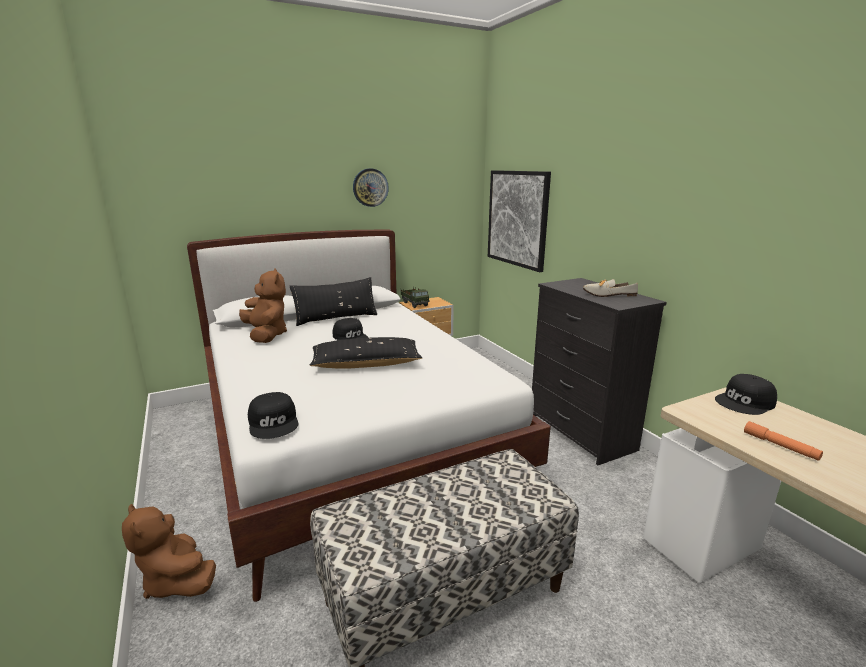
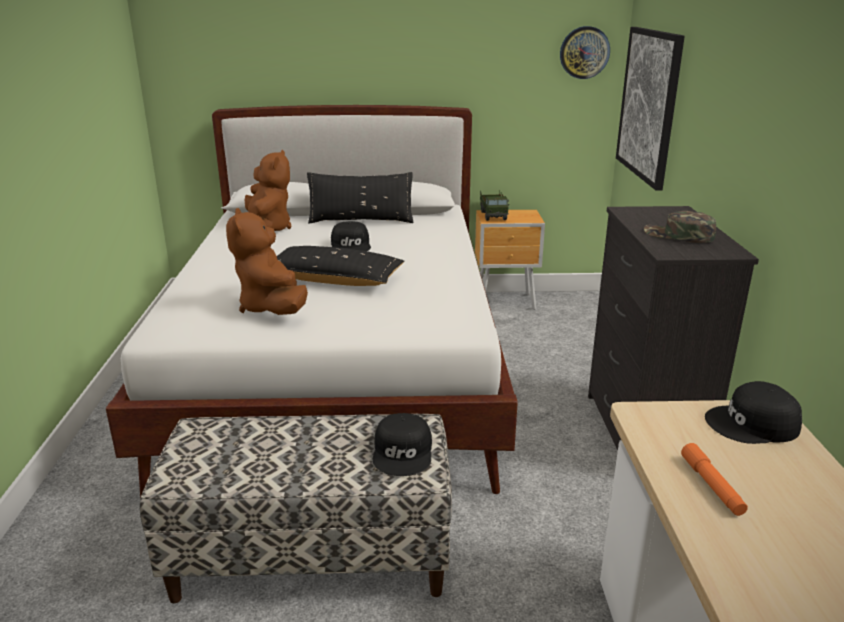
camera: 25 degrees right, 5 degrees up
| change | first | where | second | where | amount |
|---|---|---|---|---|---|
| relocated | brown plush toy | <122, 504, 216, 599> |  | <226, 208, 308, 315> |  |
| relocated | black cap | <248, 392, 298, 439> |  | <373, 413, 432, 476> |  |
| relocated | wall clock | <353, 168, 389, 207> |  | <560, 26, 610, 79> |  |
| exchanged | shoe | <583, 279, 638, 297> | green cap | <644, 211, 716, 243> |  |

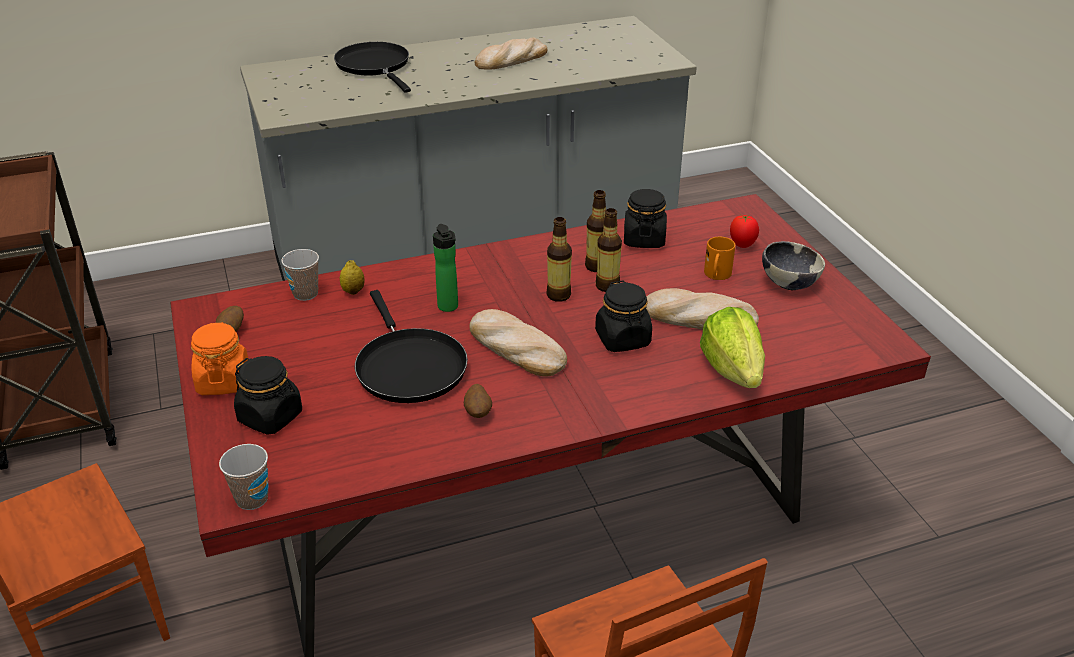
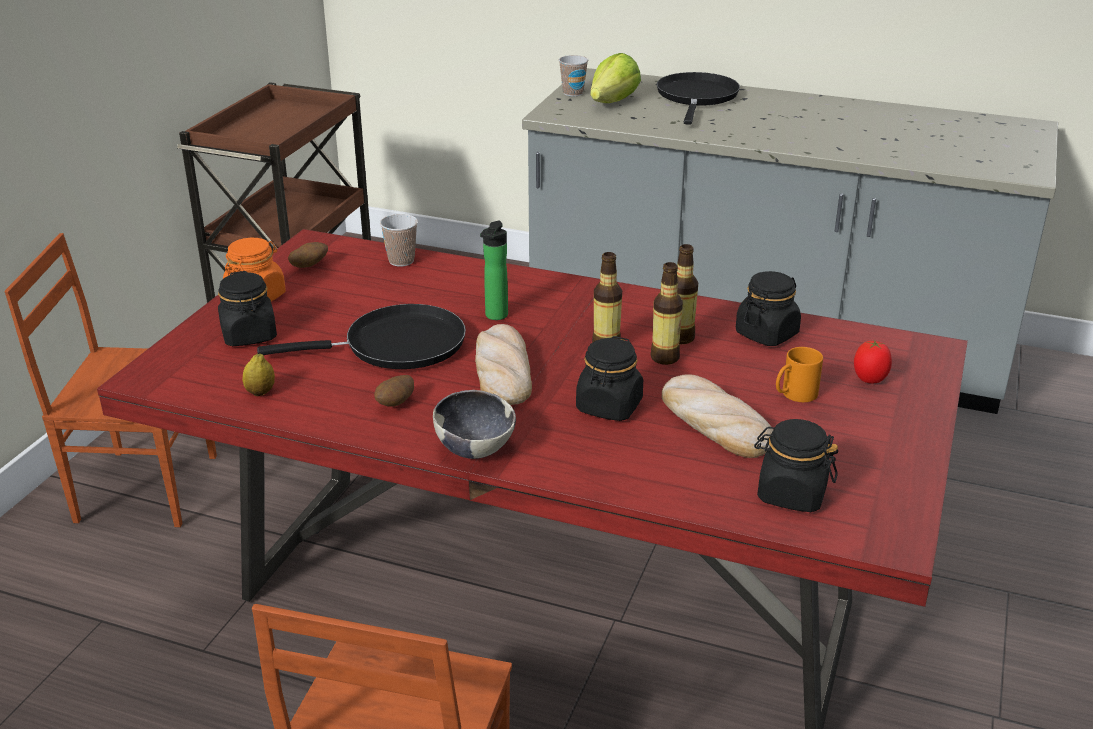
camera: 40 degrees right, 5 degrees down
| change | first | where | second | where | amount |
|---|---|---|---|---|---|
| relocated | lemon | <340, 260, 365, 295> |  | <243, 354, 275, 396> |  |
| spun | black frying pan | <355, 290, 468, 403> |  | <257, 304, 466, 369> | 120 degrees counterclockwise |
| relocated | bowl | <762, 241, 825, 290> |  | <433, 390, 516, 459> |  |
| relocated | cup | <219, 444, 268, 510> |  | <559, 55, 588, 96> |  |
| relocated | lettuce | <700, 307, 765, 388> |  | <590, 53, 641, 103> |  |
| appeared |  |  | black jar | <754, 419, 838, 512> |  |
| missing | bread | <475, 37, 548, 70> |  |  |  |

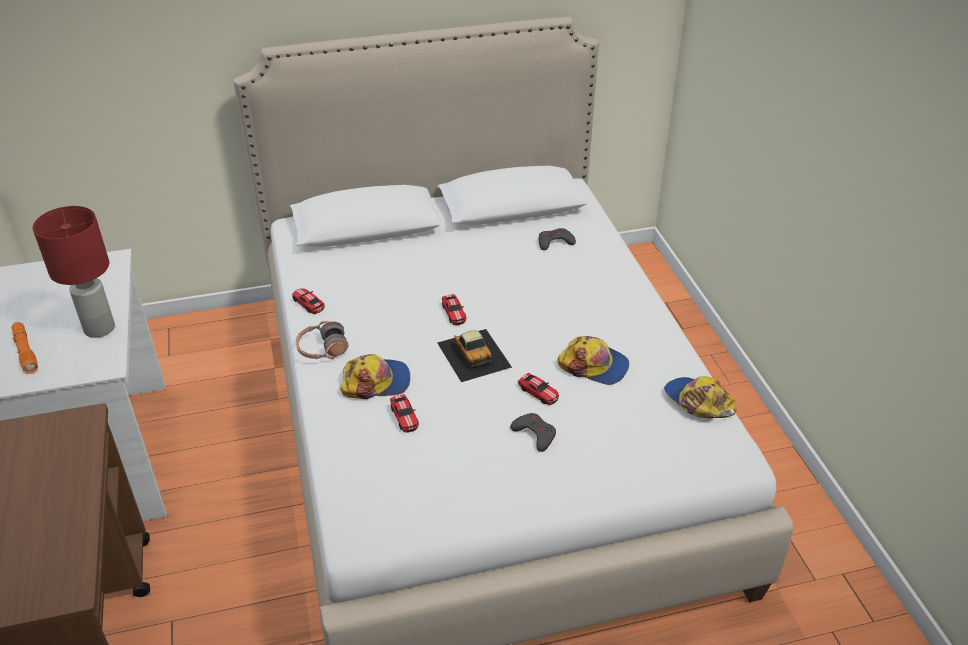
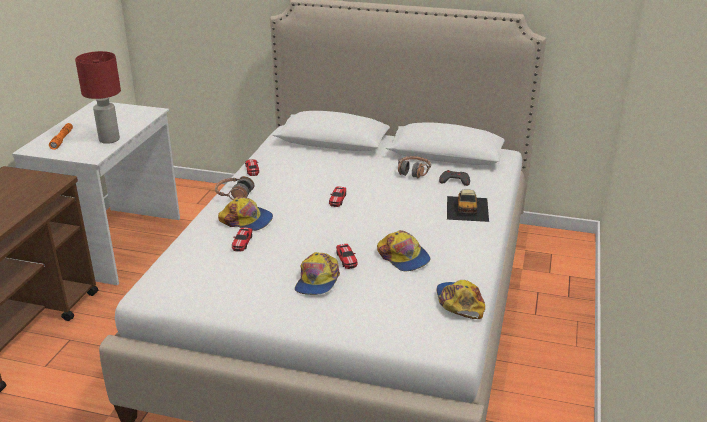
camera: 30 degrees right, 10 degrees down
| change | first | where | second | where | amount |
|---|---|---|---|---|---|
| exchanged | grey game controller | <510, 413, 556, 452> | cap | <295, 252, 340, 295> |  |
| appeared |  |  | headphones | <398, 156, 431, 178> |  |
| relocated | toy car | <437, 329, 512, 382> |  | <447, 189, 489, 222> |  |

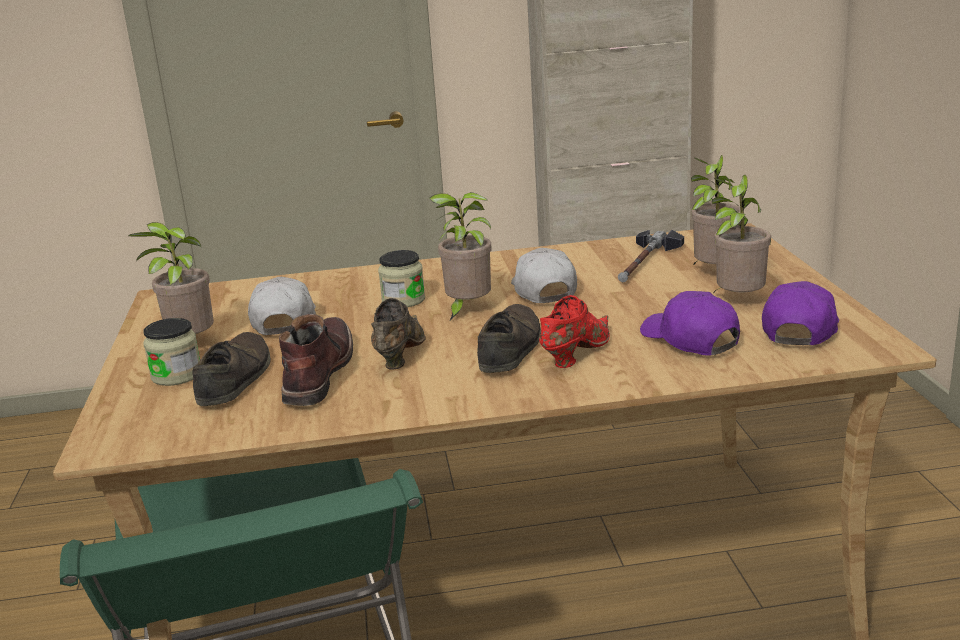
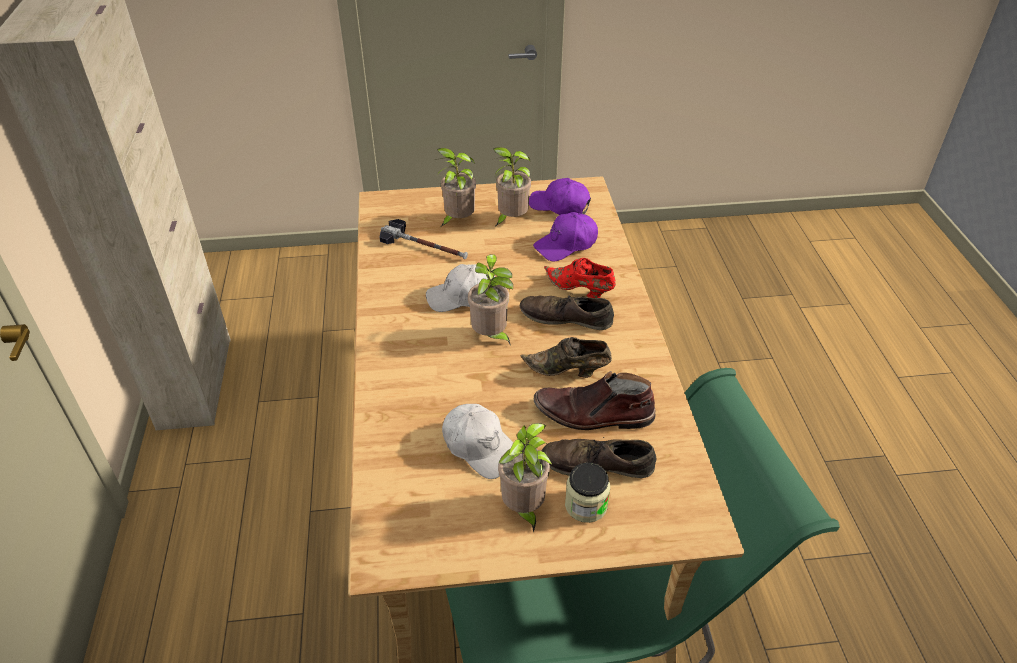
camera: 90 degrees left, 20 degrees up
| change | first | where | second | where | amount |
|---|---|---|---|---|---|
| spun | white cap | <248, 277, 316, 335> |  | <442, 404, 513, 479> | 135 degrees counterclockwise |
| missing | jar | <378, 250, 425, 307> |  |  |  |

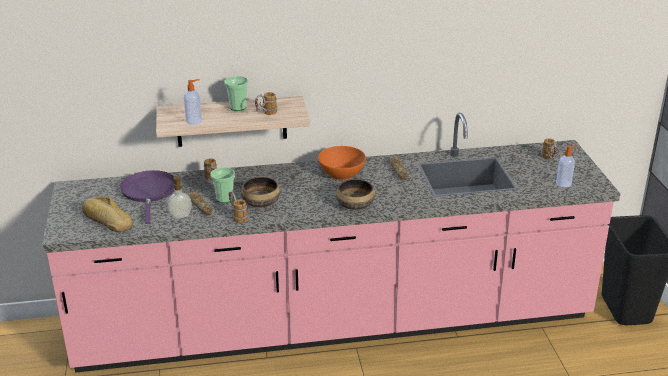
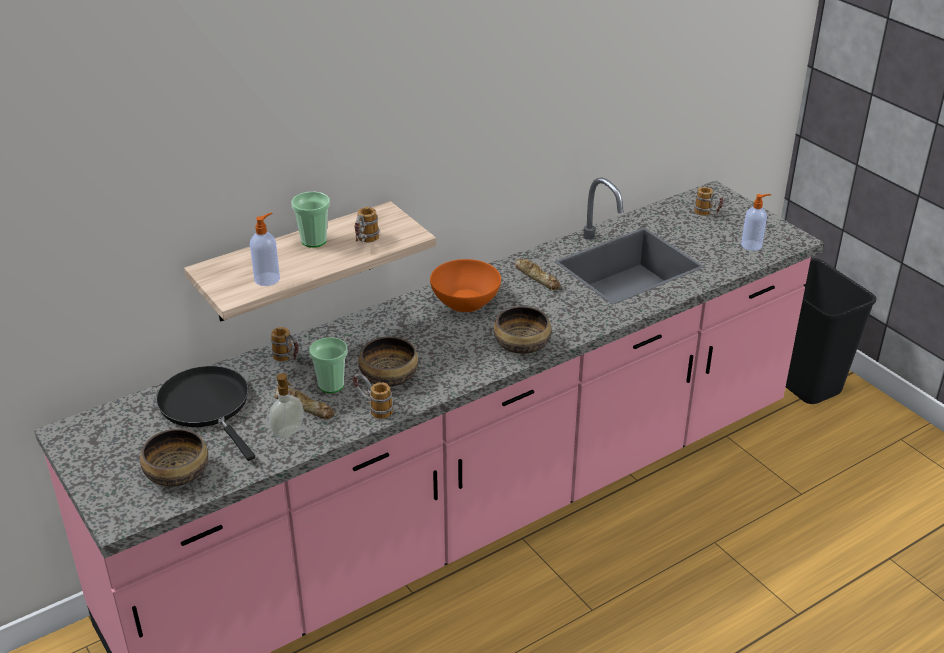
camera: 25 degrees left, 5 degrees up
| change | first | where | second | where | amount |
|---|---|---|---|---|---|
| exchanged | bread | <82, 196, 133, 232> | bowl | <140, 429, 208, 487> |  |
| colour | purple frying pan | <120, 170, 175, 224> | black frying pan | <156, 366, 255, 461> |  |

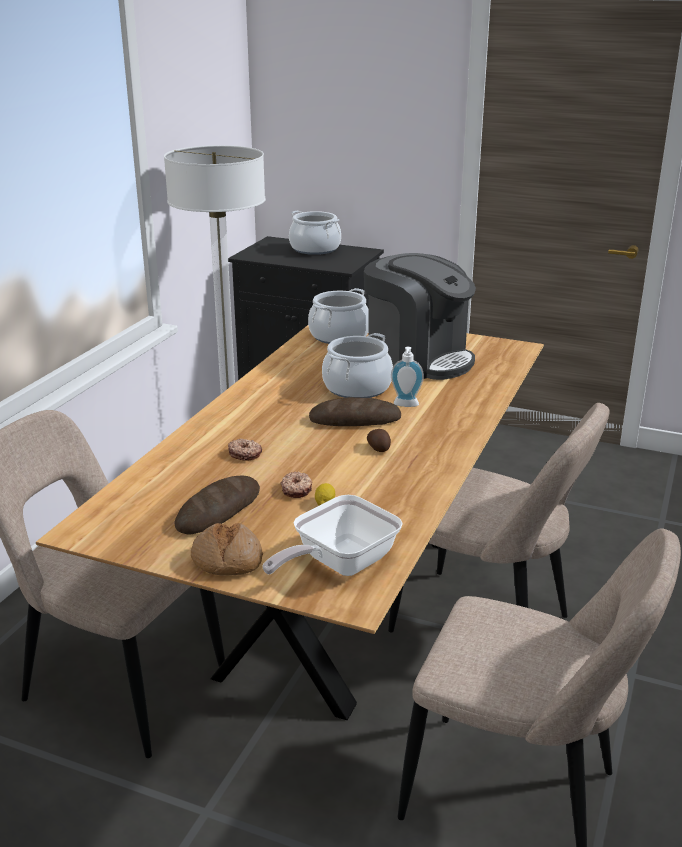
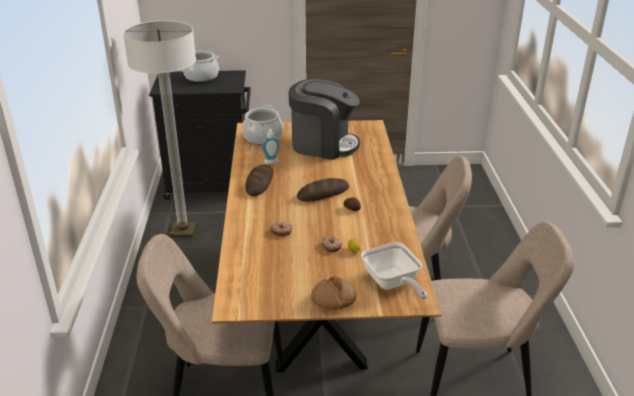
camera: 25 degrees left, 5 degrees up
| change | first | where | second | where | amount |
|---|---|---|---|---|---|
| relocated | bread | <174, 476, 260, 534> |  | <245, 164, 274, 196> |  |
| relocated | soap dispenser | <391, 347, 424, 407> |  | <261, 129, 280, 164> |  |
| spun | frying pan | <263, 495, 403, 576> |  | <361, 242, 427, 300> | 45 degrees counterclockwise |
| missing | cooking pot | <322, 333, 393, 398> |  |  |  |

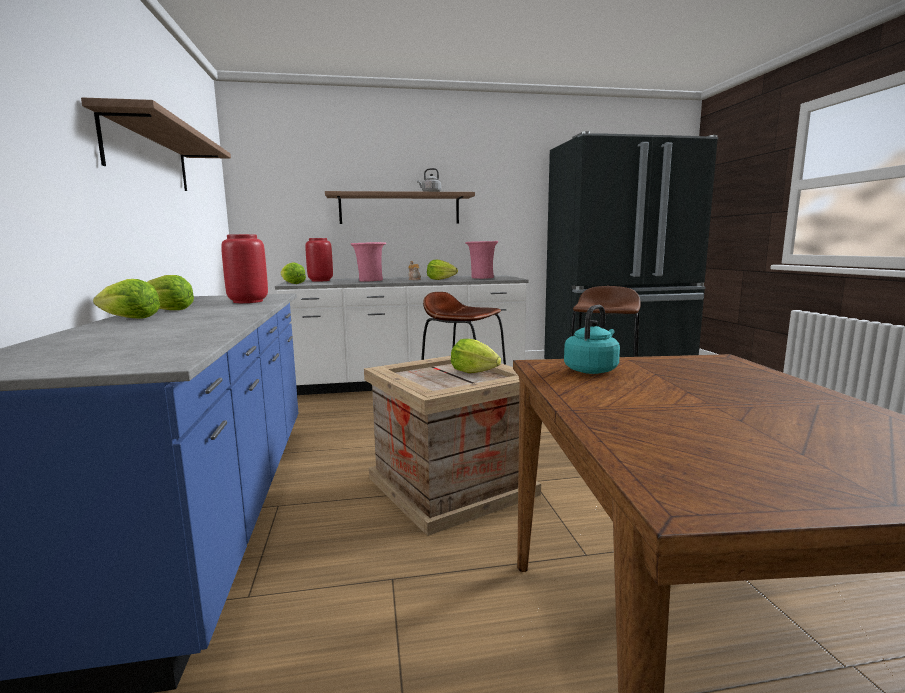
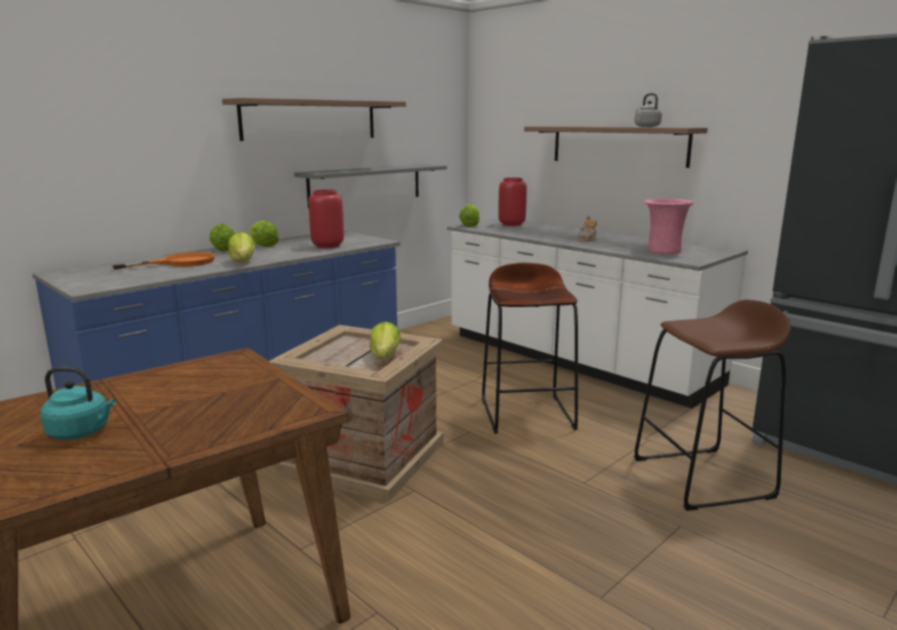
camera: 55 degrees right, 5 degrees up
| change | first | where | second | where | amount |
|---|---|---|---|---|---|
| relocated | turquoise kettle | <564, 305, 620, 374> |  | <40, 367, 115, 440> |  |
| appeared |  |  | orange frying pan | <112, 252, 215, 270> |  |
| relocated | lettuce | <427, 260, 458, 280> |  | <228, 232, 256, 262> |  |
| appeared |  |  | grey shelf | <294, 164, 447, 209> |  |
| missing | pink vase | <351, 242, 386, 282> |  |  |  |

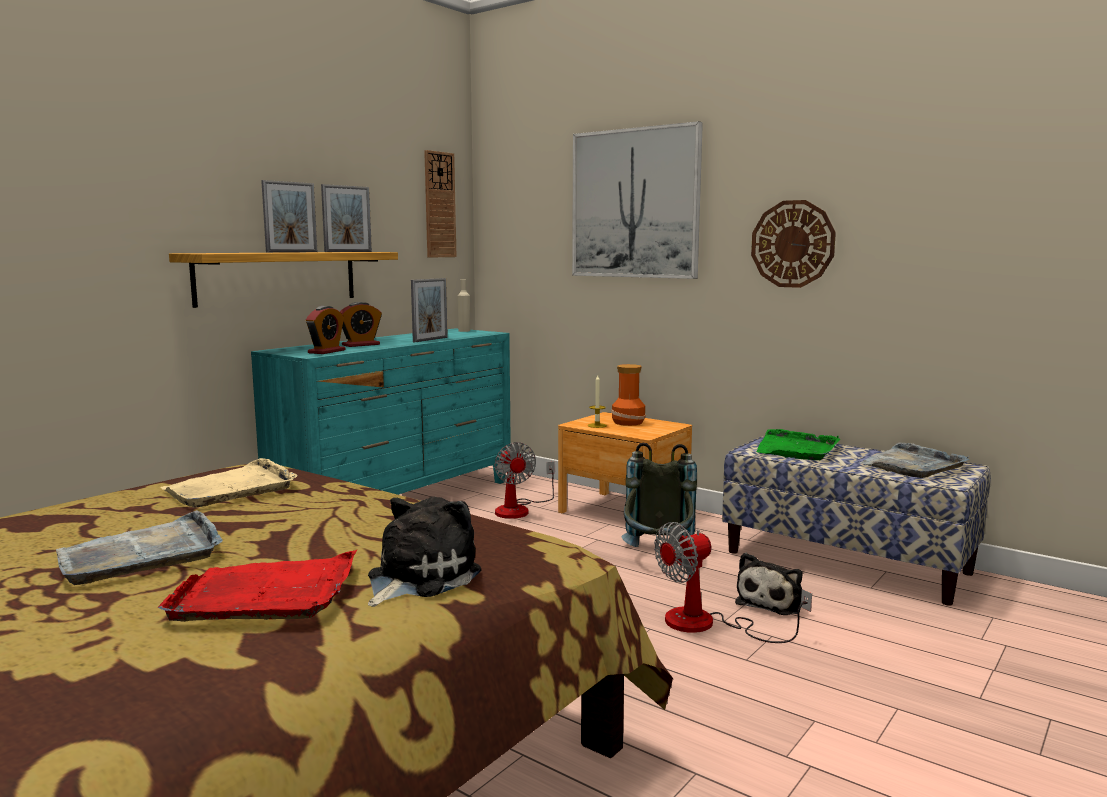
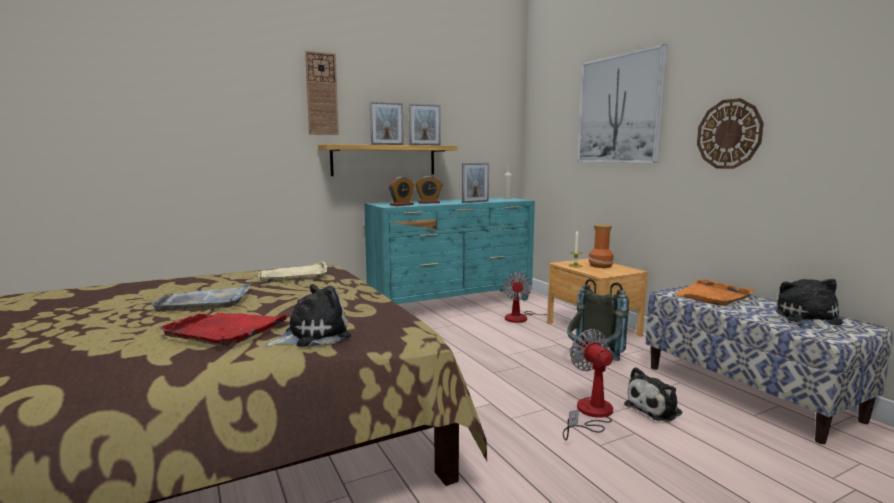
camera: 25 degrees right, 0 degrees up
| change | first | where | second | where | amount |
|---|---|---|---|---|---|
| relocated | wall clock | <424, 150, 457, 258> |  | <305, 51, 339, 135> |  |
| spun | fan | <654, 522, 812, 643> |  | <563, 329, 613, 441> | 75 degrees clockwise |
| colour | green tray | <756, 429, 840, 460> | orange tray | <675, 279, 755, 306> |  |
| exchanged | grey tray | <859, 443, 970, 478> | plush toy | <776, 279, 843, 331> |  |

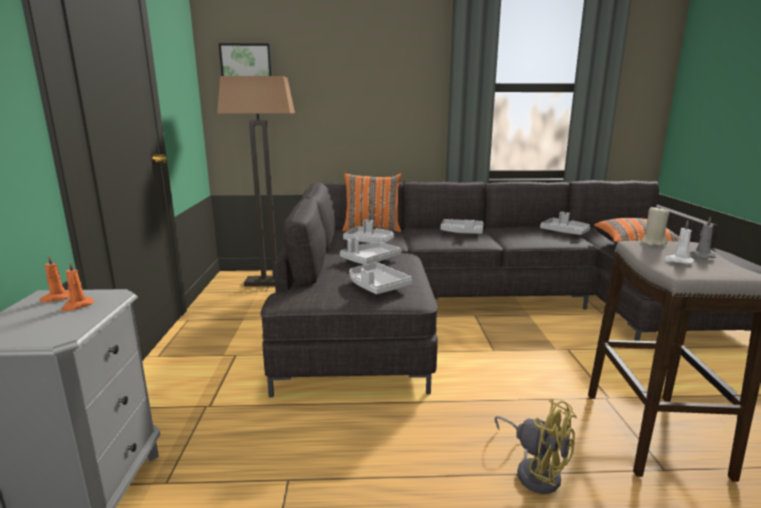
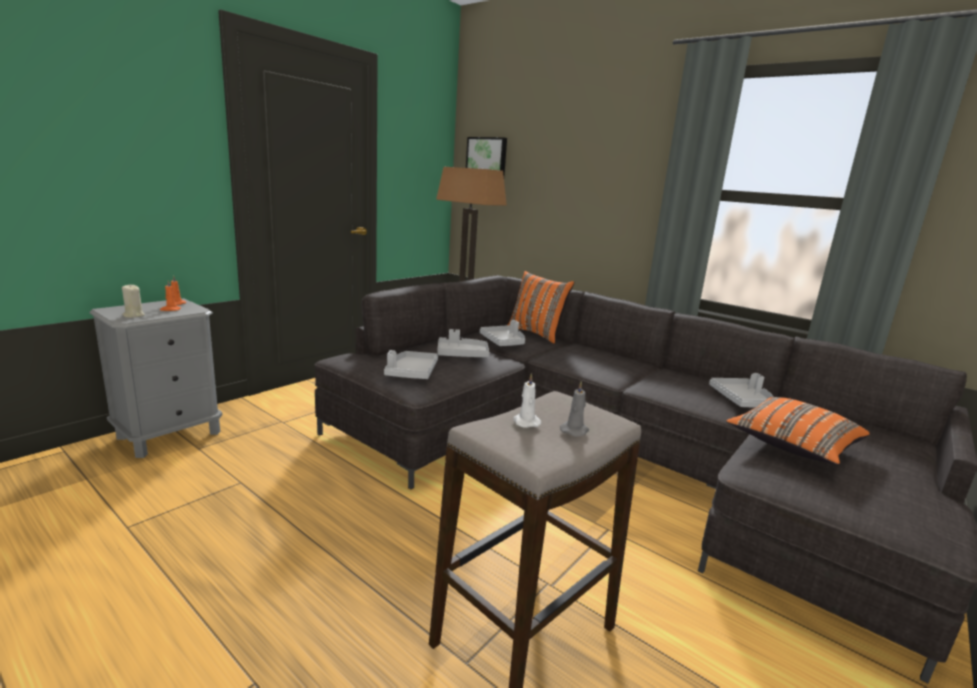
camera: 40 degrees right, 0 degrees up
| change | first | where | second | where | amount |
|---|---|---|---|---|---|
| relocated | beige candle | <641, 207, 670, 246> |  | <122, 284, 145, 318> |  |
| missing | grey tray | <441, 219, 483, 234> |  |  |  |
| missing | yellow fan | <494, 399, 577, 494> |  |  |  |

